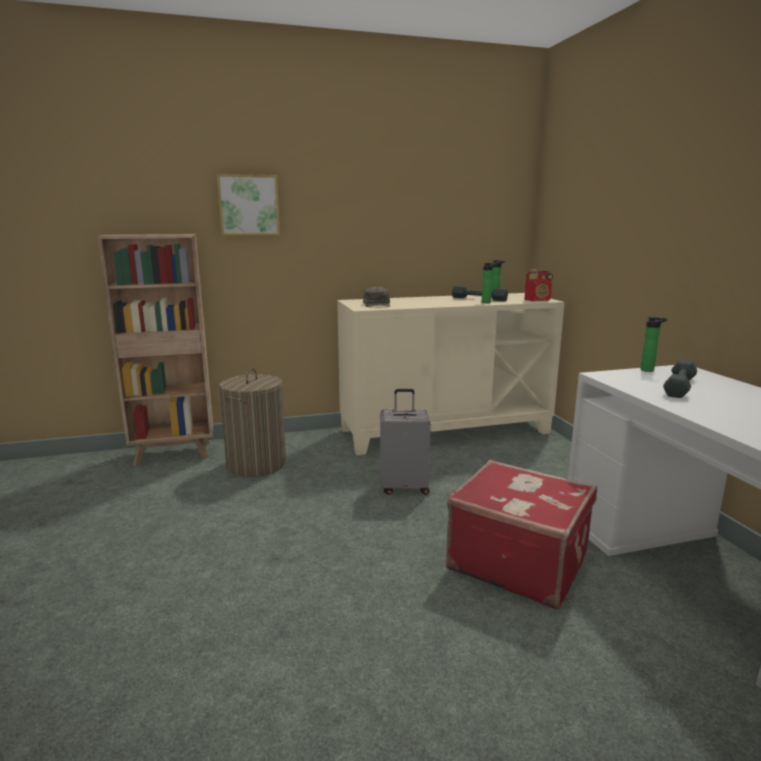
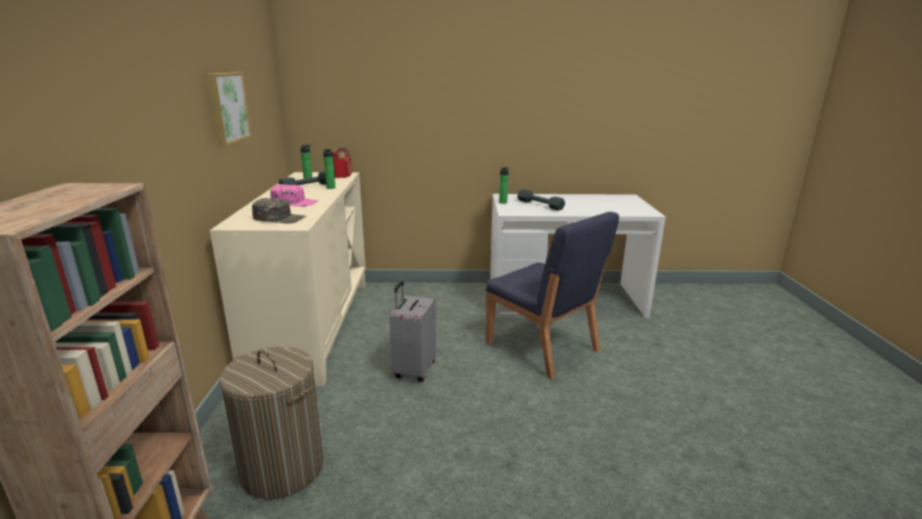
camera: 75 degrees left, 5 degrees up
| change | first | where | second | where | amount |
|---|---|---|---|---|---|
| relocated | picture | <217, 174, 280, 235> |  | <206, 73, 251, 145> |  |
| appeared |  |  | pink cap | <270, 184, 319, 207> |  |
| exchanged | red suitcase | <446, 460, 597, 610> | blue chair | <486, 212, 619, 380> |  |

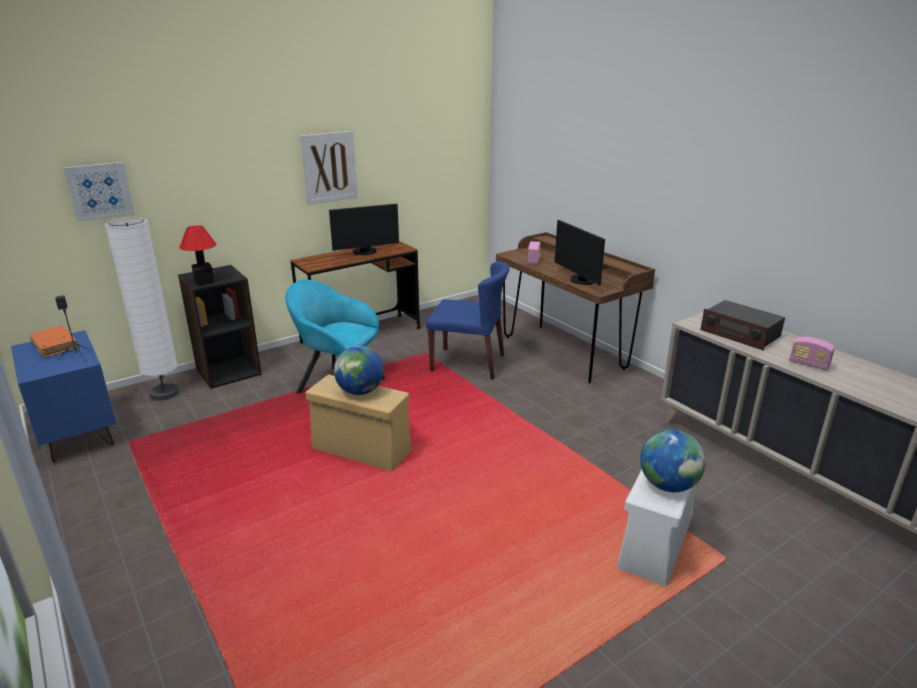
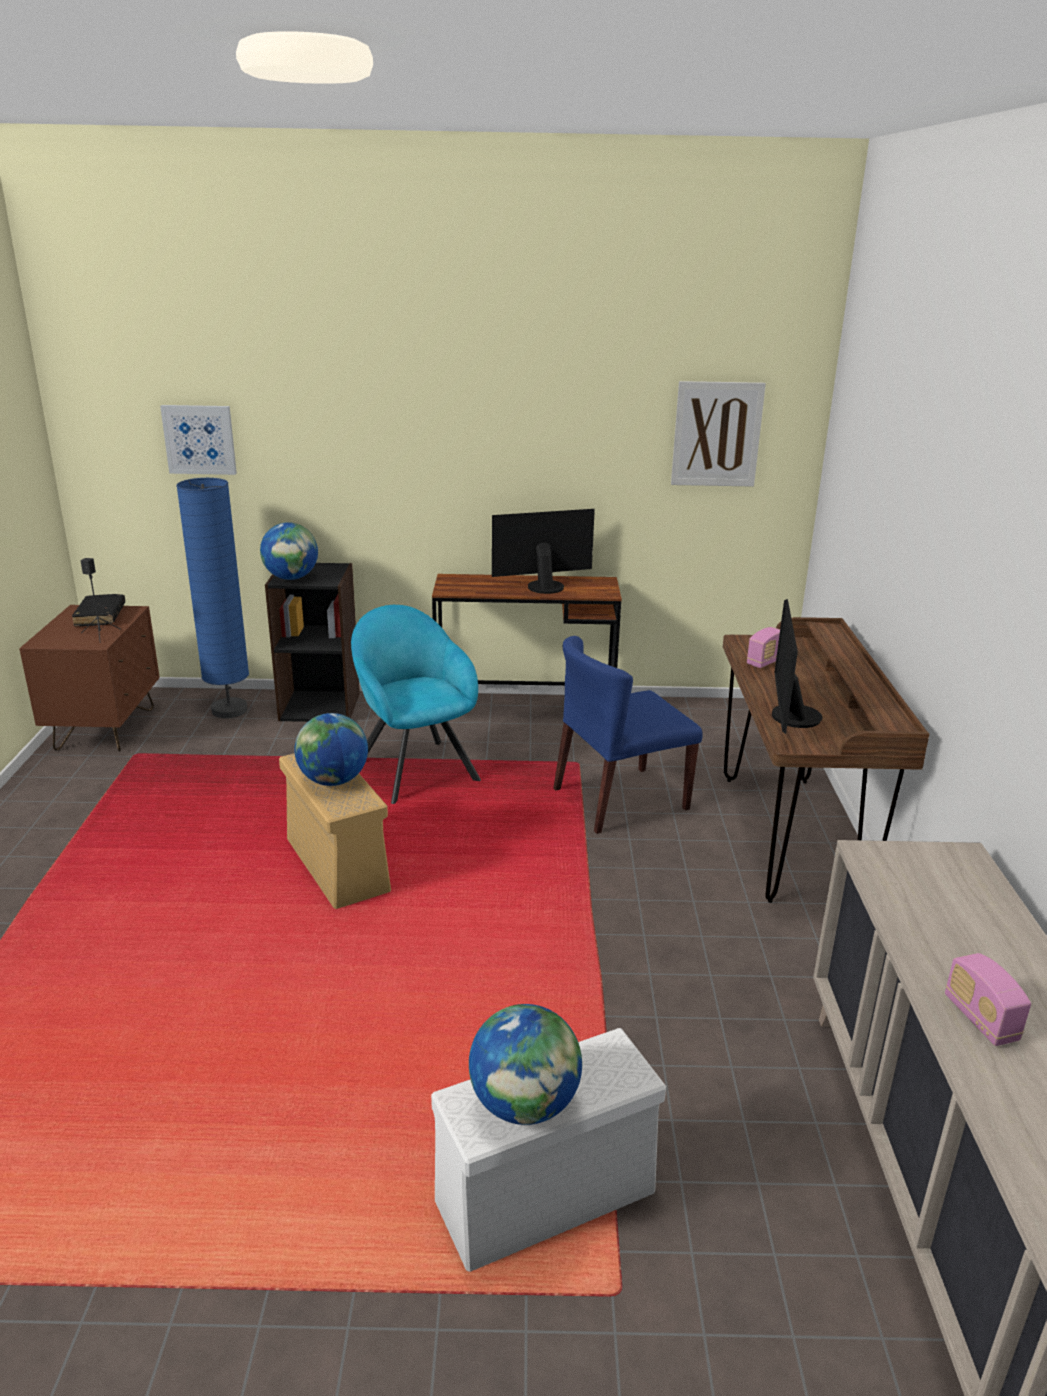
camera: 35 degrees right, 0 degrees up
| change | first | where | second | where | amount |
|---|---|---|---|---|---|
| colour | blue nightstand | <11, 330, 116, 462> | brown nightstand | <19, 605, 160, 752> |  |
| colour | orange book | <30, 326, 78, 357> | black book | <72, 594, 125, 626> |  |
| colour | white floor lamp | <105, 218, 179, 401> | blue floor lamp | <176, 478, 249, 718> |  |
| exchanged | table lamp | <180, 226, 216, 286> | globe | <260, 522, 318, 580> |  |
| spun | monitor | <329, 203, 399, 255> |  | <492, 509, 595, 594> | 150 degrees clockwise |
| spun | blue chair | <426, 261, 509, 380> |  | <553, 636, 703, 834> | 105 degrees clockwise |
| relocated | picture | <300, 131, 358, 205> |  | <671, 381, 766, 487> |  |
| missing | radio | <700, 300, 785, 350> |  |  |  |

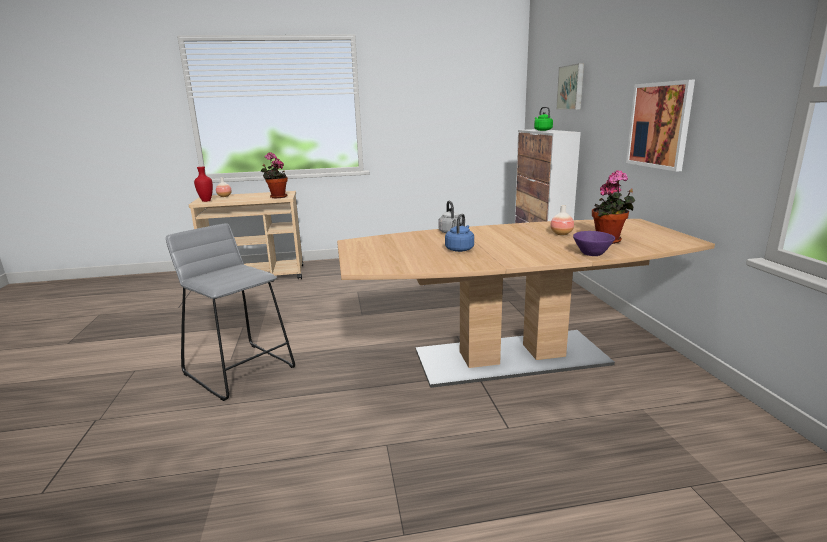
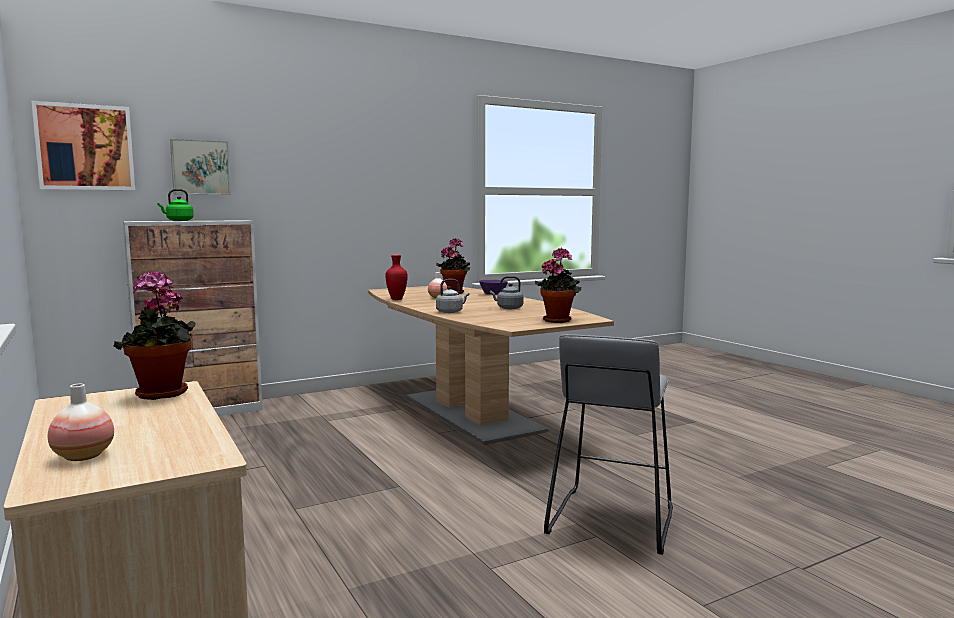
camera: 110 degrees left, 10 degrees down
| change | first | where | second | where | amount |
|---|---|---|---|---|---|
| relocated | picture | <626, 80, 695, 172> |  | <31, 101, 135, 190> |  |
| relocated | red vase | <194, 167, 213, 202> |  | <385, 255, 408, 300> |  |
| colour | blue kettle | <445, 214, 474, 252> | grey kettle | <490, 276, 524, 309> |  |
| appeared |  |  | potted plant | <535, 248, 581, 323> |  |

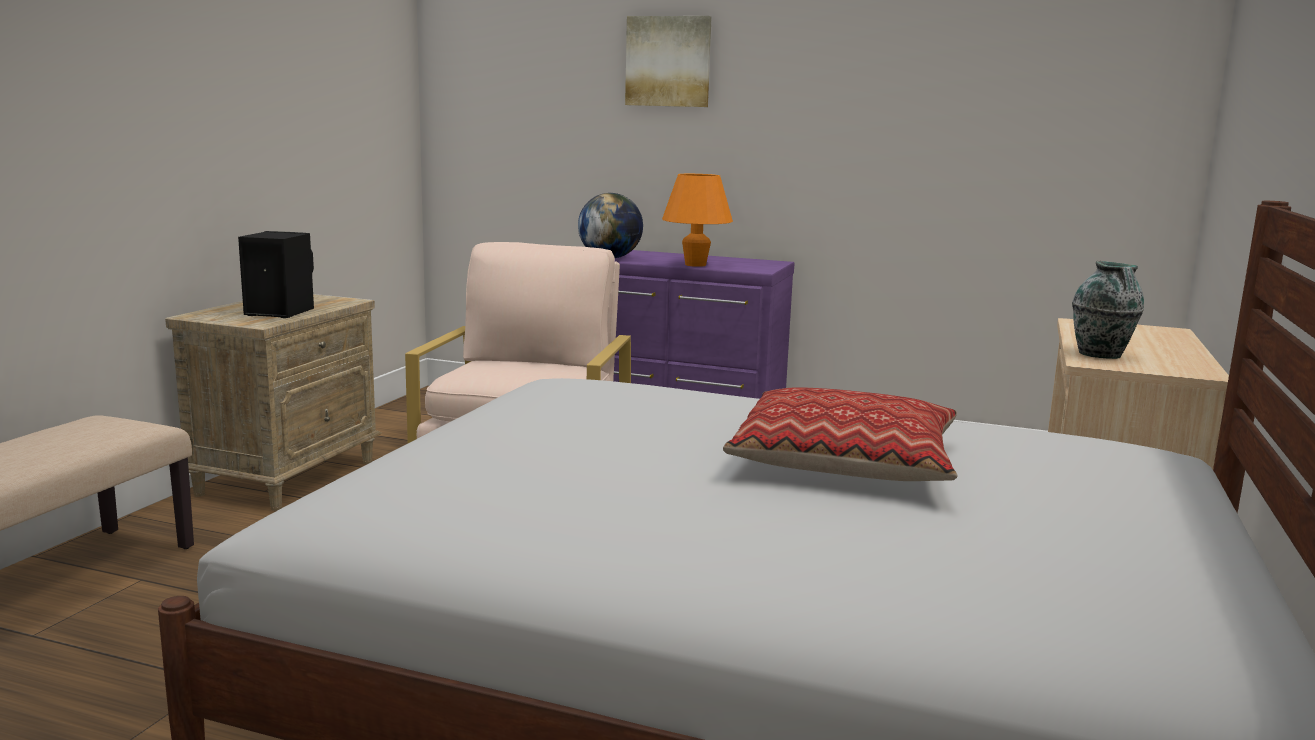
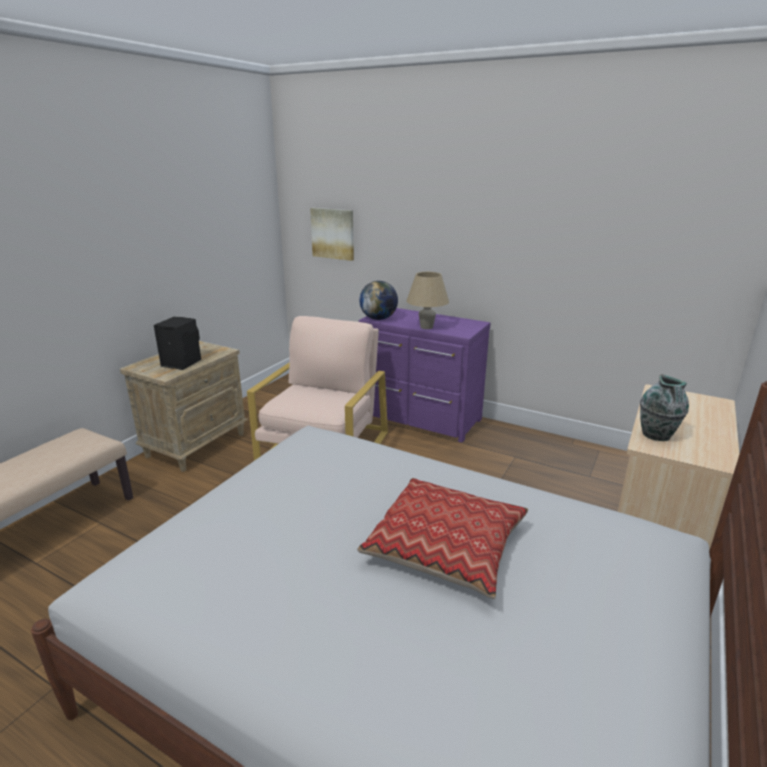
camera: 10 degrees right, 10 degrees up
| change | first | where | second | where | amount |
|---|---|---|---|---|---|
| relocated | picture | <625, 16, 711, 107> |  | <310, 208, 354, 261> |  |
| colour | orange table lamp | <662, 174, 733, 267> | beige table lamp | <406, 272, 449, 329> |  |

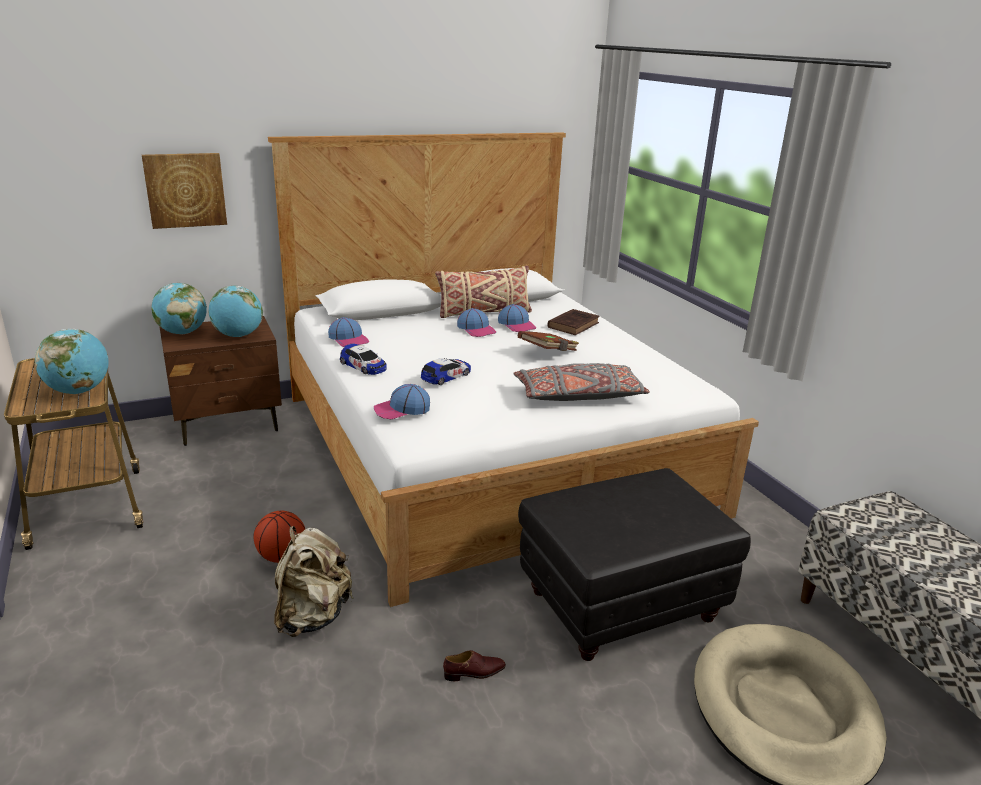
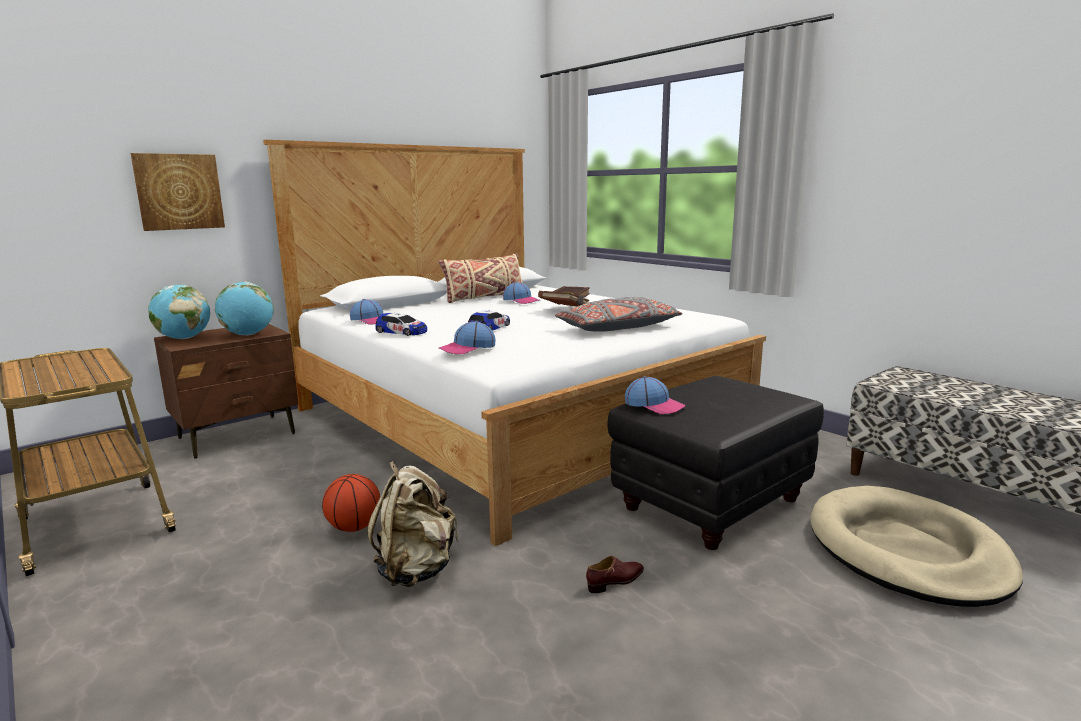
camera: 15 degrees left, 10 degrees down
| change | first | where | second | where | amount |
|---|---|---|---|---|---|
| relocated | cap | <457, 308, 496, 337> |  | <625, 376, 686, 414> |  |
| missing | globe | <34, 329, 109, 394> |  |  |  |

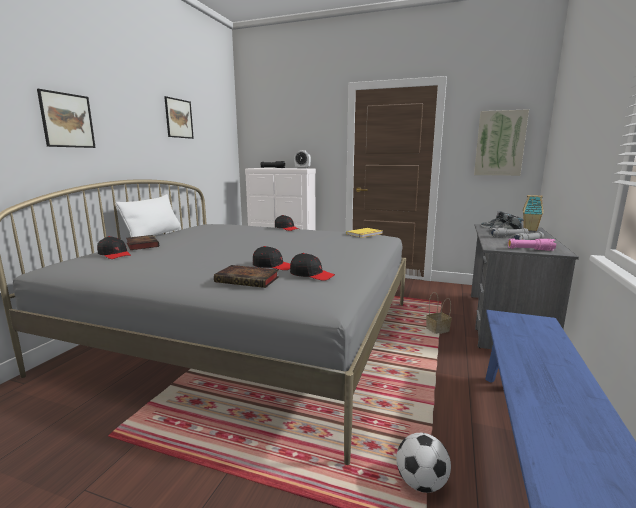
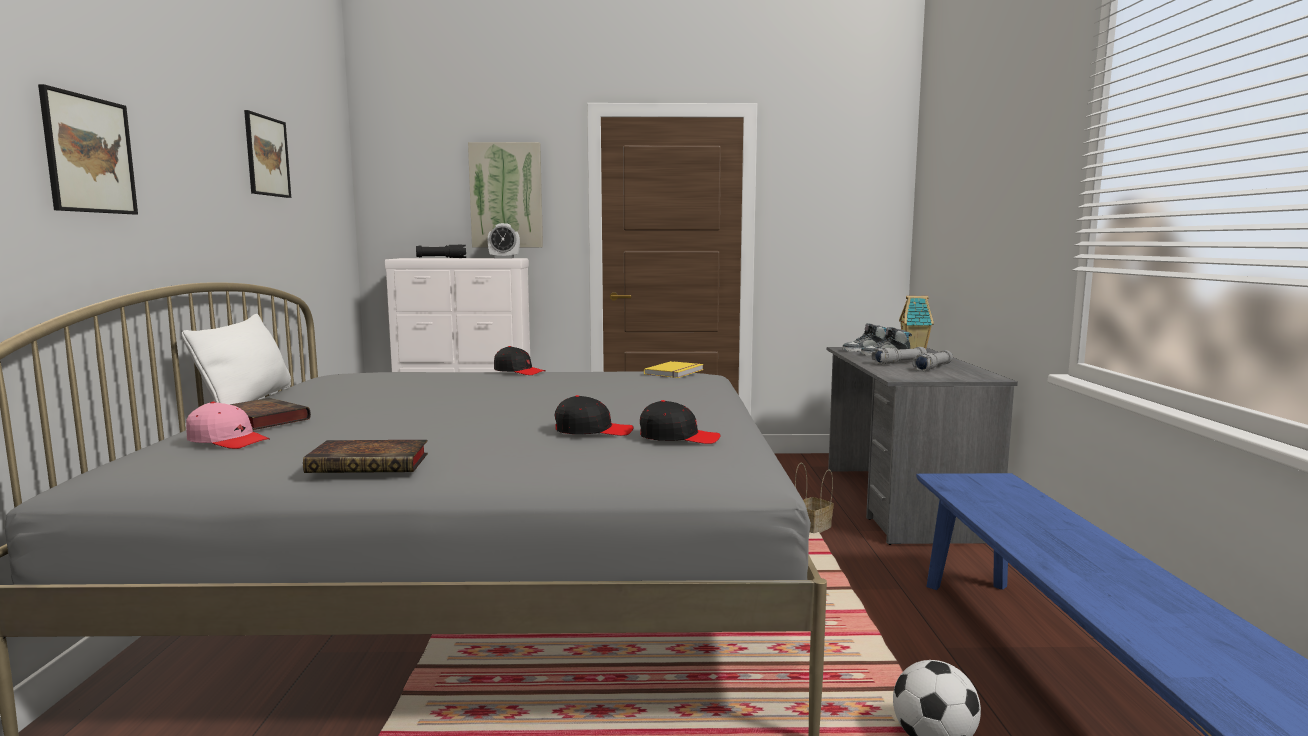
camera: 20 degrees left, 5 degrees down
| change | first | where | second | where | amount |
|---|---|---|---|---|---|
| colour | black cap | <97, 236, 131, 259> | pink cap | <186, 402, 270, 449> |  |
| relocated | book | <214, 265, 279, 288> |  | <303, 440, 428, 473> |  |
| relocated | picture | <474, 109, 529, 176> |  | <468, 142, 543, 247> |  |
| missing | pink flashlight | <508, 238, 556, 251> |  |  |  |

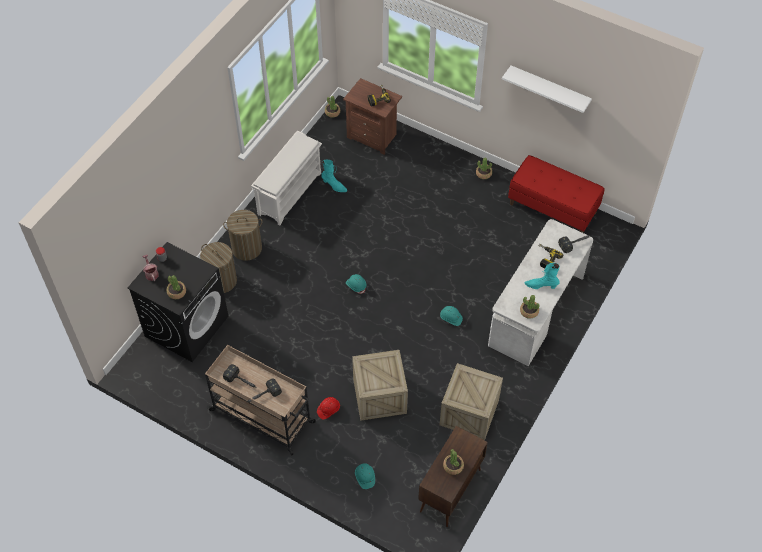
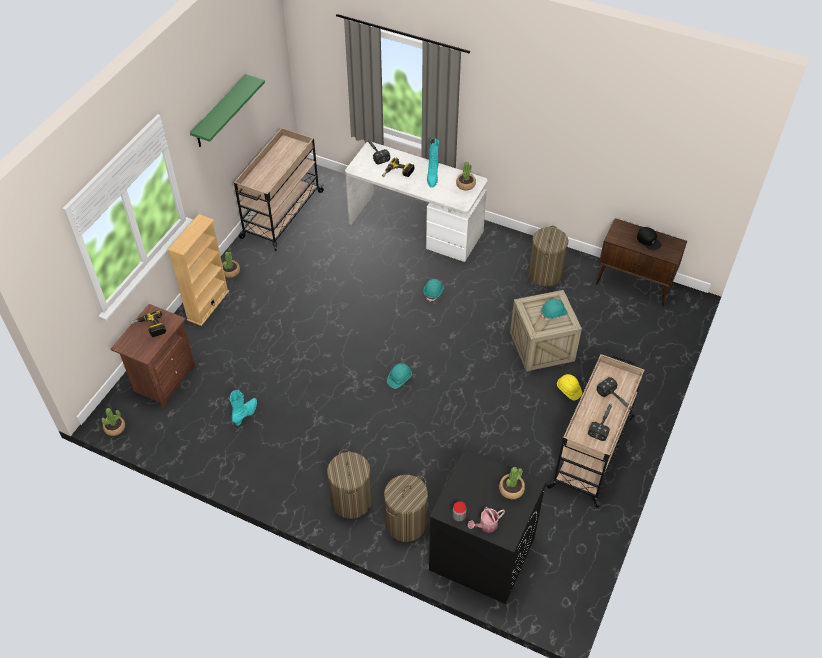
camera: 95 degrees left, 5 degrees down
| change | first | where | second | where | amount |
|---|---|---|---|---|---|
| appeared |  |  | beige bookcase | <167, 214, 229, 326> |  |
| colour | white shelf | <502, 66, 592, 113> | green shelf | <190, 74, 265, 147> |  |
| exchanged | red bench | <508, 155, 605, 233> | beige cart | <234, 128, 325, 251> |  |
| exchanged | crate | <440, 363, 503, 440> | laundry basket | <528, 226, 568, 286> |  |
| relocated | turquoise hard hat | <355, 463, 375, 489> |  | <541, 299, 568, 320> |  |
| colour | red hard hat | <317, 397, 340, 419> | yellow hard hat | <557, 374, 582, 401> |  |
| exchanged | potted plant | <443, 449, 464, 475> | black cap | <637, 227, 662, 250> |  |
| missing | white shoe rack | <251, 131, 322, 226> |  |  |  |

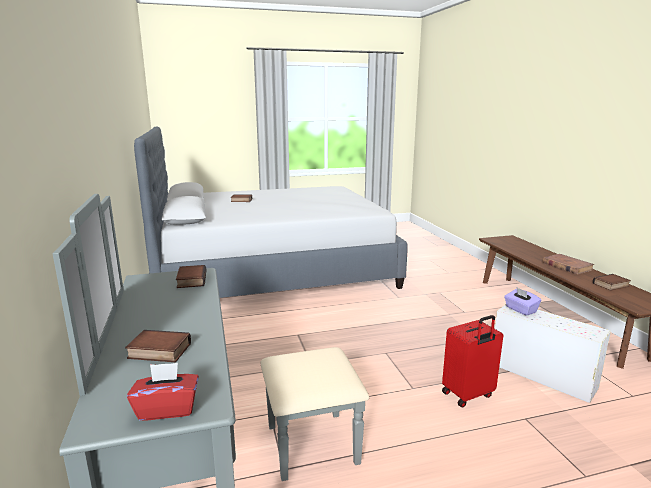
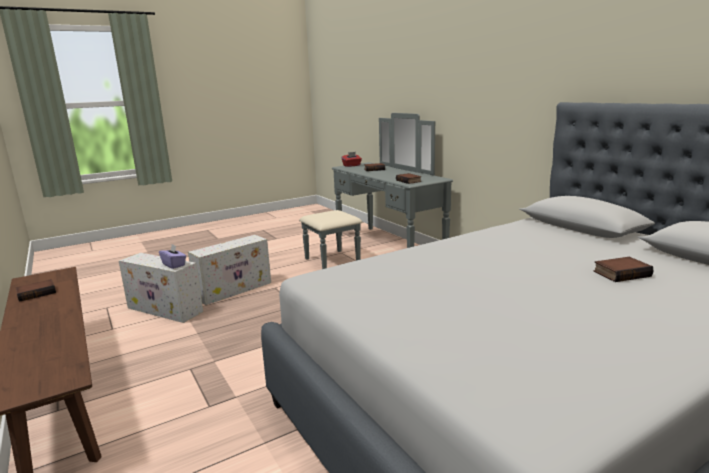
camera: 165 degrees right, 0 degrees up
| change | first | where | second | where | amount |
|---|---|---|---|---|---|
| exchanged | red suitcase | <442, 315, 503, 408> | white storage box | <188, 235, 271, 305> |  |
| missing | brown book | <543, 254, 595, 275> |  |  |  |

